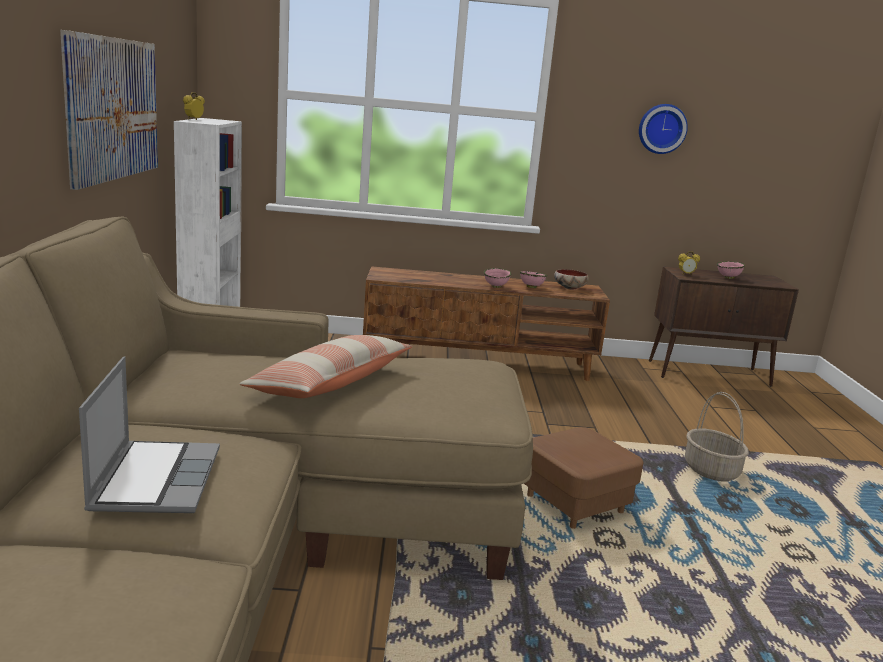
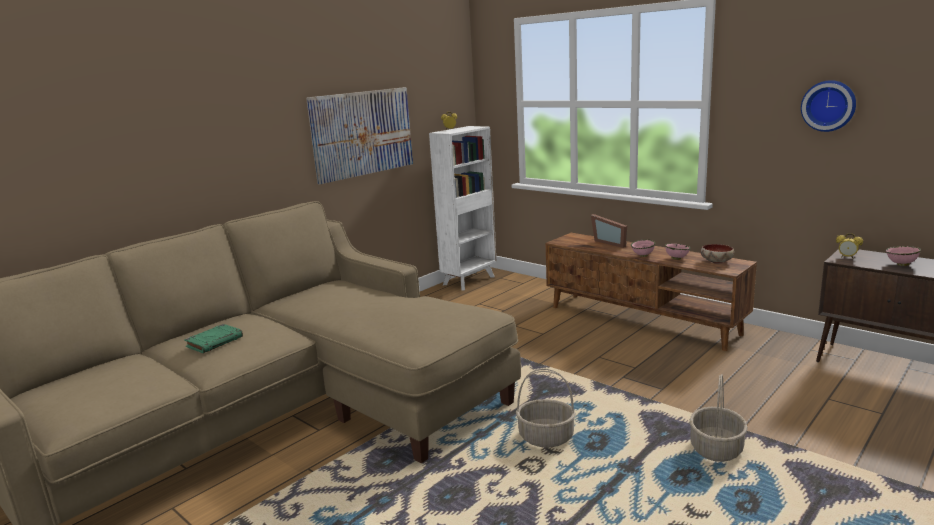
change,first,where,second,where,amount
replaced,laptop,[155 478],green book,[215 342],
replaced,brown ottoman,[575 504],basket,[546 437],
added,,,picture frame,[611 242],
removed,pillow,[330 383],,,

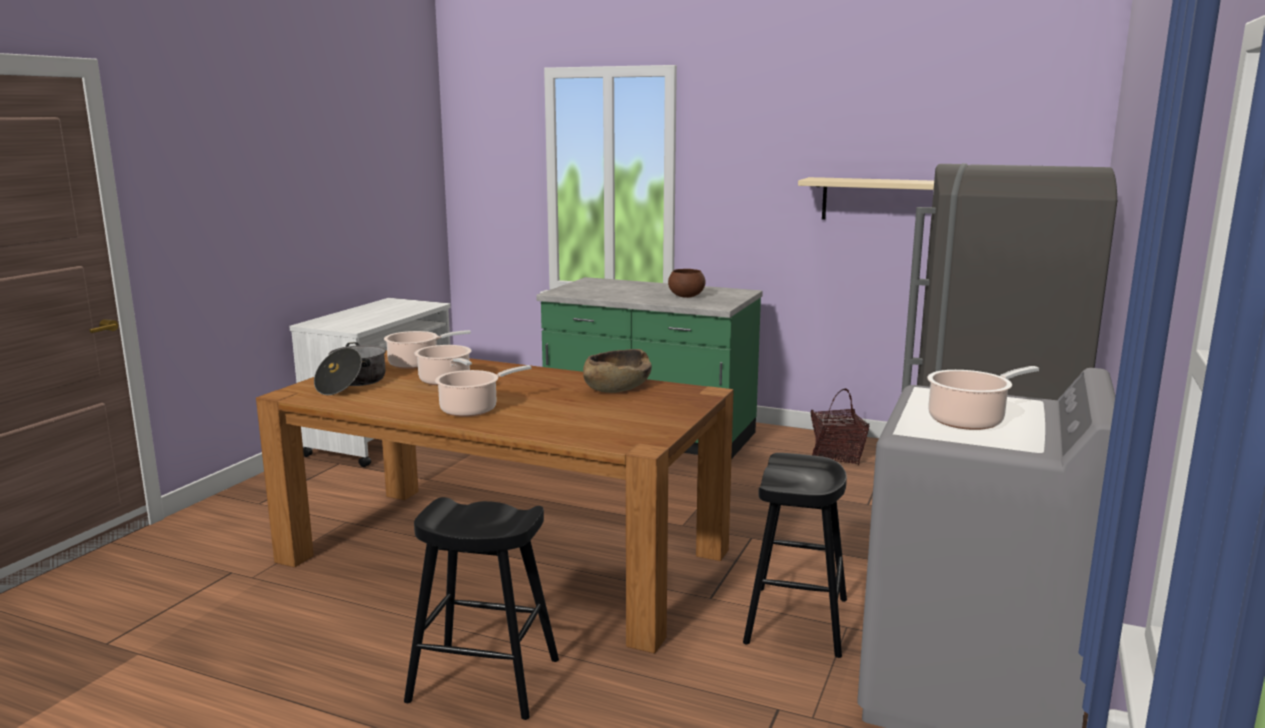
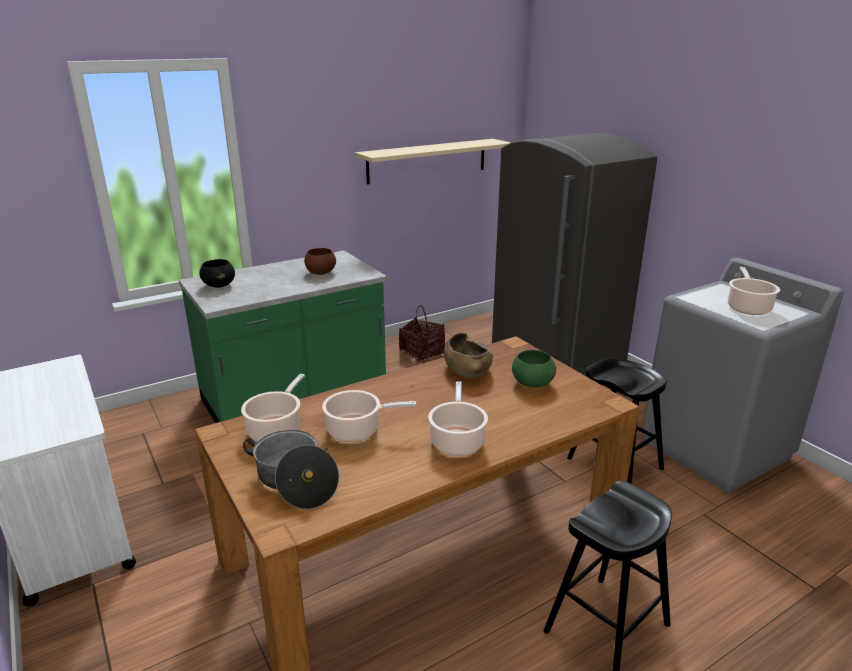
change,first,where,second,where,amount
added,,,black bowl,[219 285],
added,,,green bowl,[532 383],

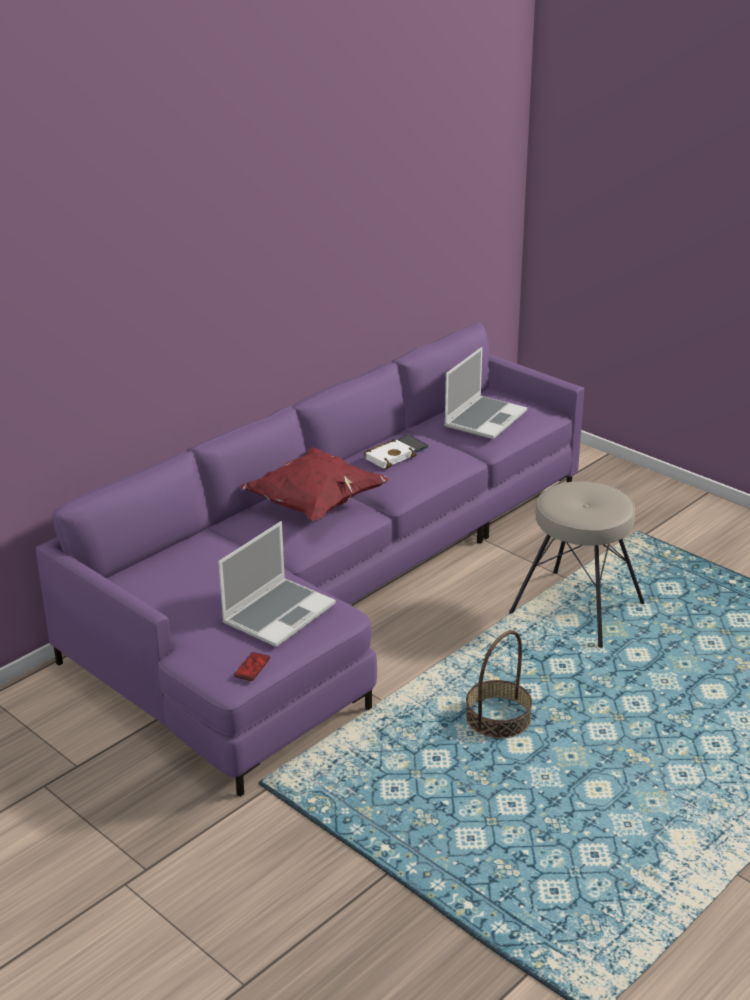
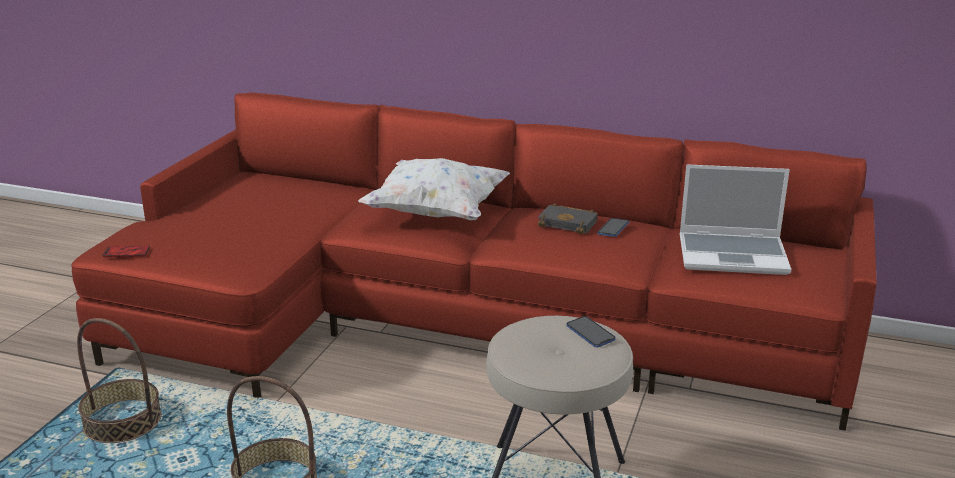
change,first,where,second,where,amount
recoloured,purple sofa,[332 590],red sofa,[457 326],
added,,,basket,[123 421],
recoloured,red pillow,[315 505],white pillow,[436 213],
recoloured,white book,[389 457],black book,[569 223],
added,,,phone,[590 333],
removed,laptop,[279 613],,,

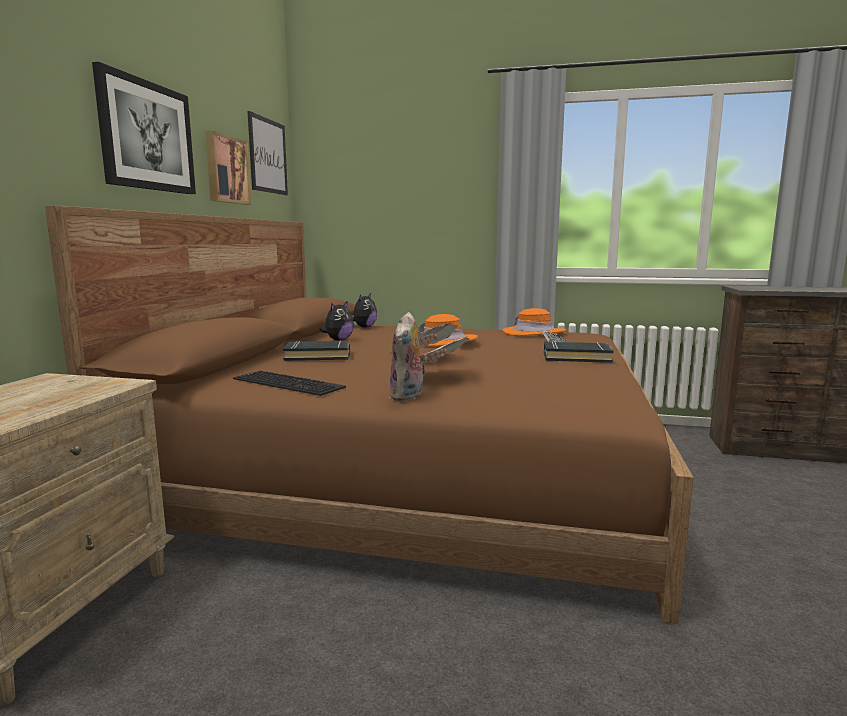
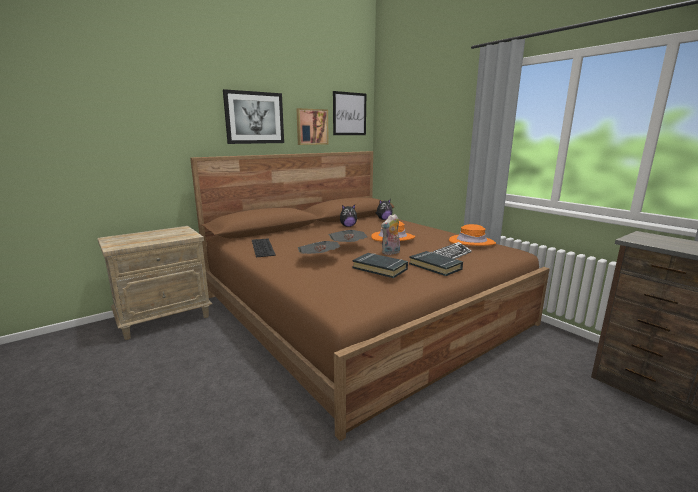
change,first,where,second,where,amount
moved,black book,[318 356],,[380 268],
moved,plush toy,[408 396],,[391 253],

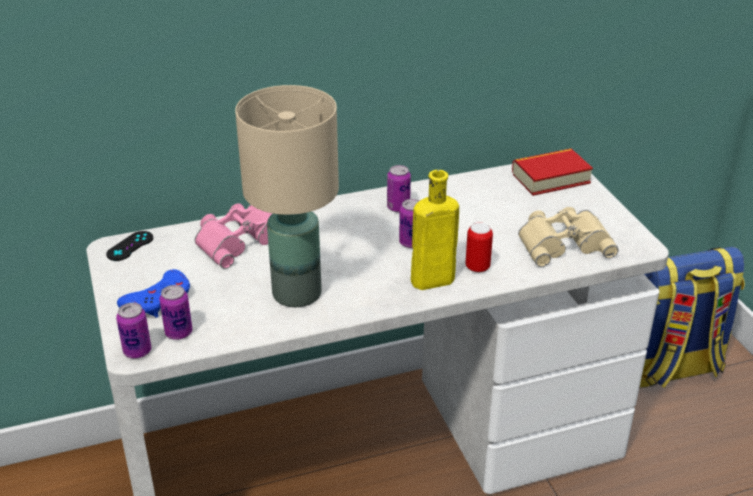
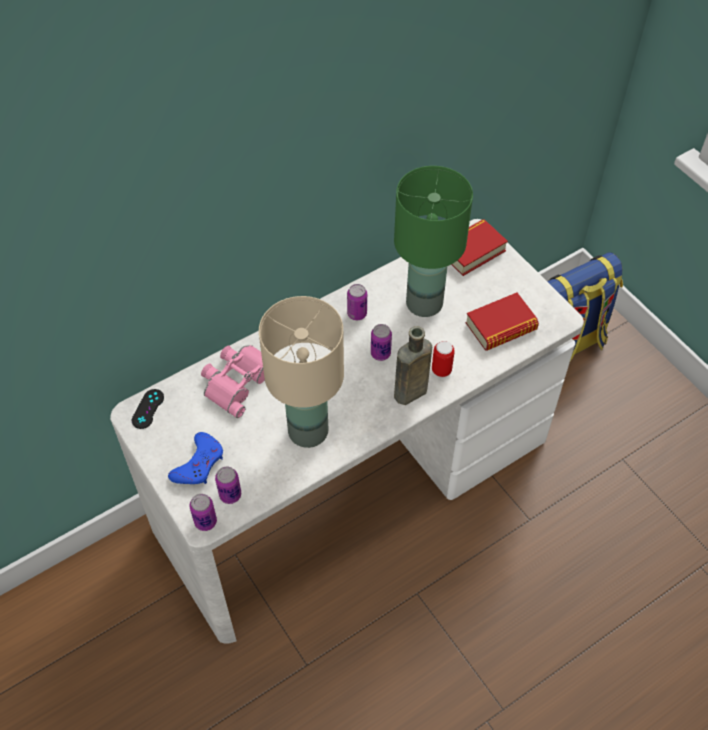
change,first,where,second,where,amount
added,,,green table lamp,[425 302],
recoloured,yellow bottle,[429 281],brown bottle,[408 394],
replaced,beige binoculars,[563 242],book,[501 326],

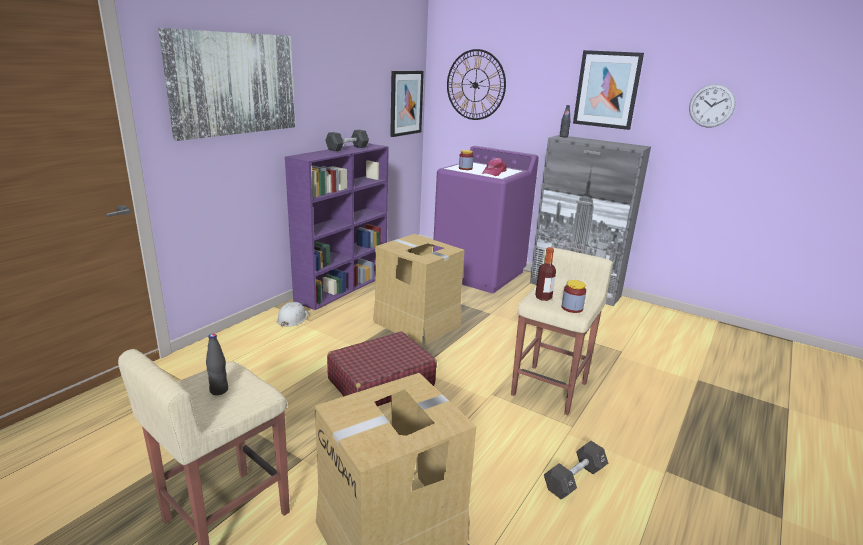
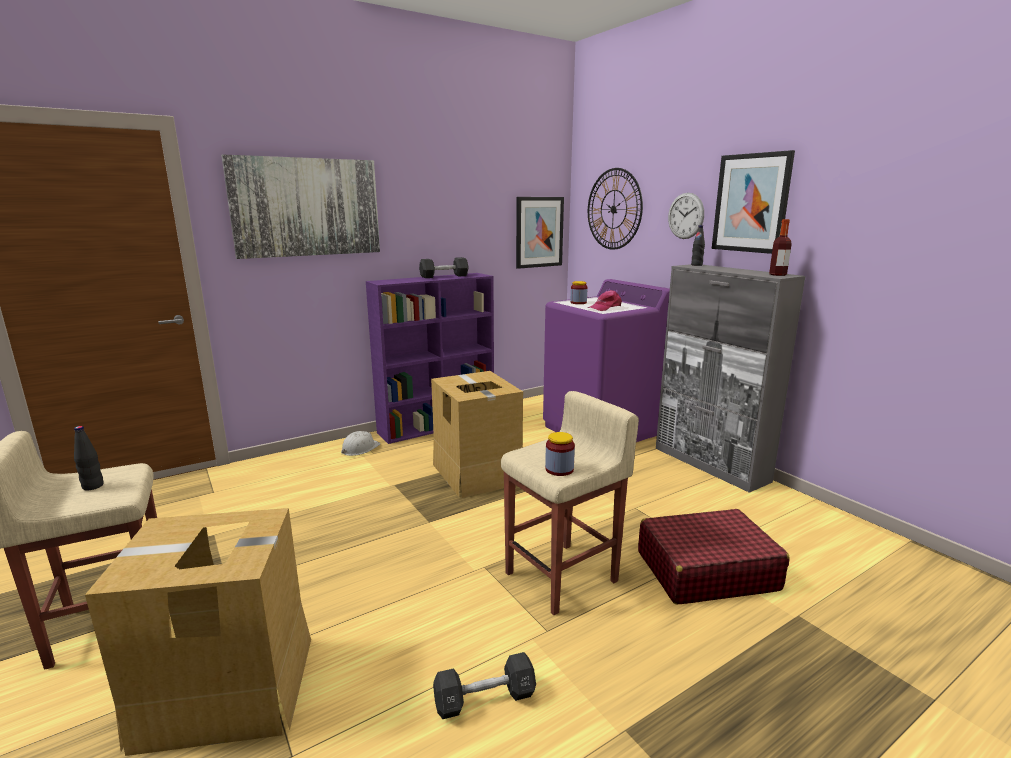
change,first,where,second,where,amount
moved,red suitcase,[380 382],,[705 570],
moved,wall clock,[711 106],,[685 216],
moved,bottle,[543 297],,[777 275],

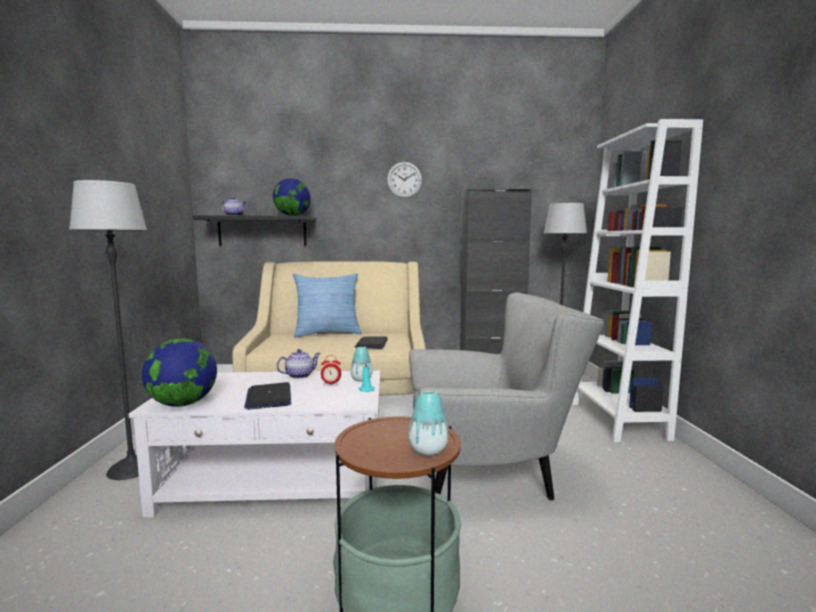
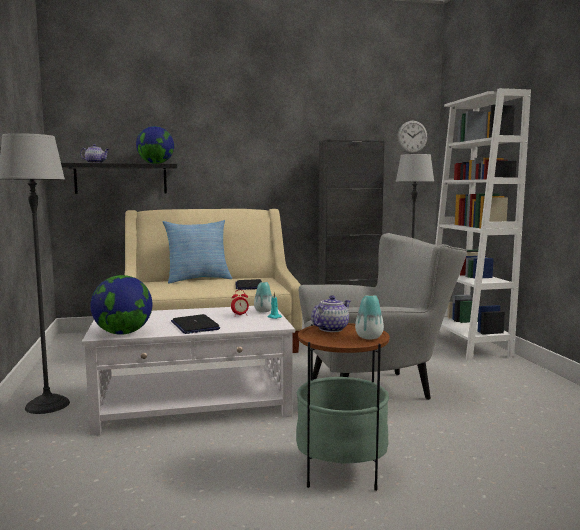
change,first,where,second,where,amount
moved,teapot,[300 375],,[331 329],
moved,wall clock,[404 180],,[412 137],

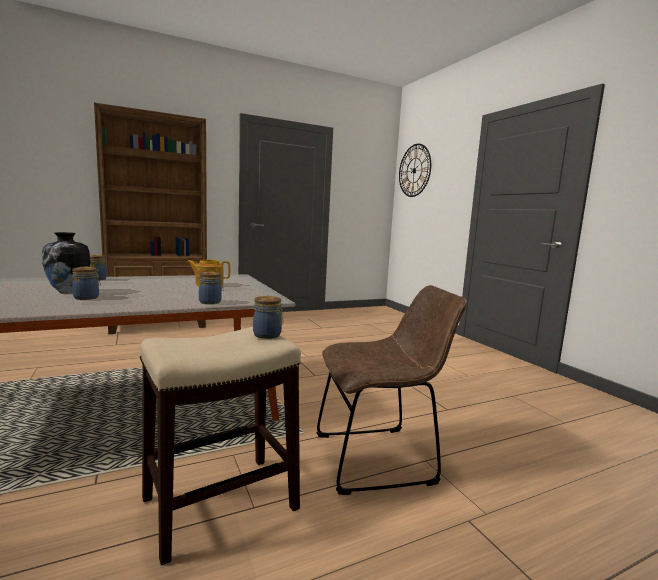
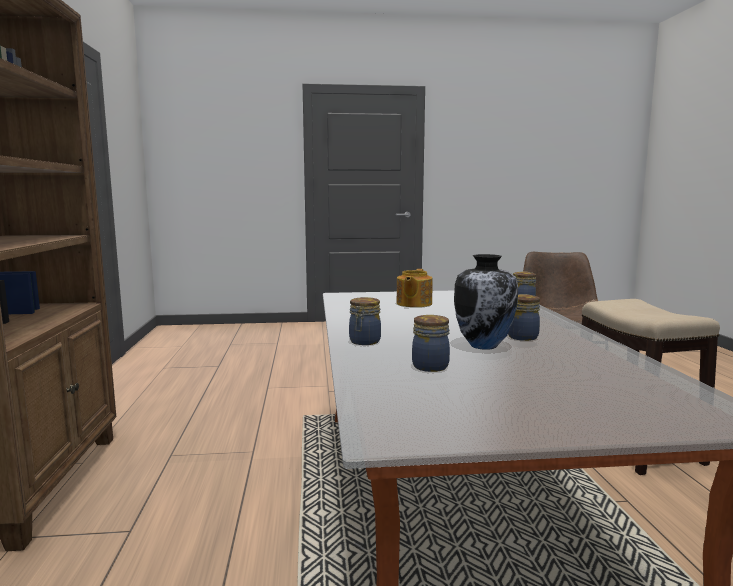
change,first,where,second,where,amount
moved,jar,[268 335],,[431 366],
removed,wall clock,[414 170],,,

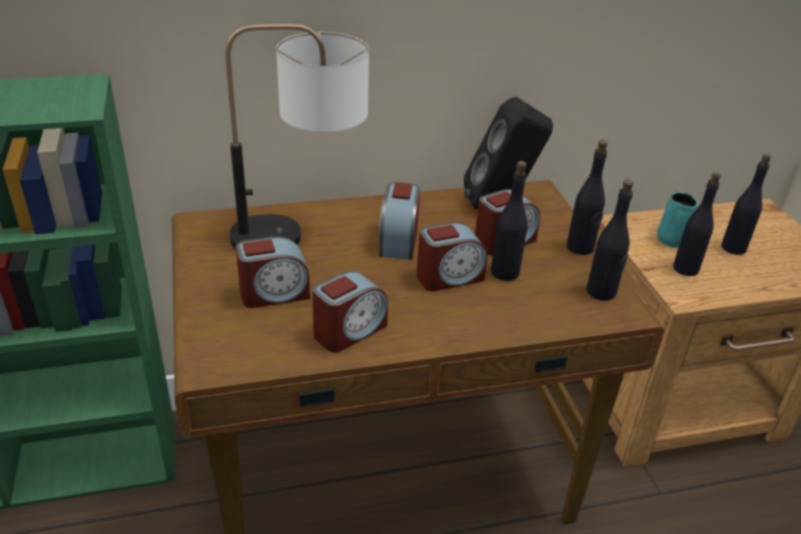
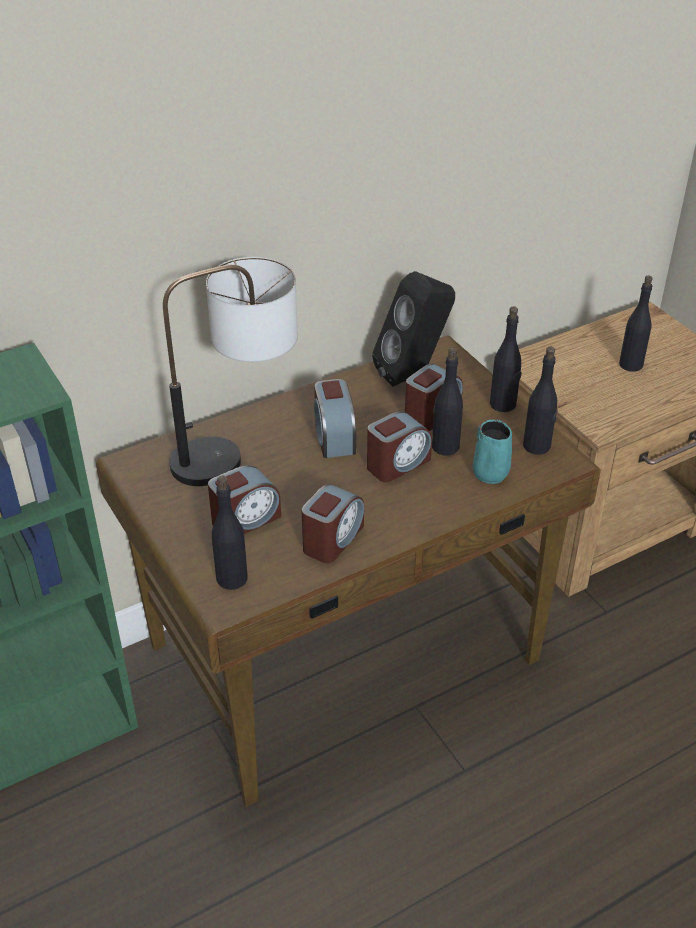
change,first,where,second,where,amount
moved,black bottle,[685 268],,[232 578],
moved,turquoise mug,[671 238],,[489 471],

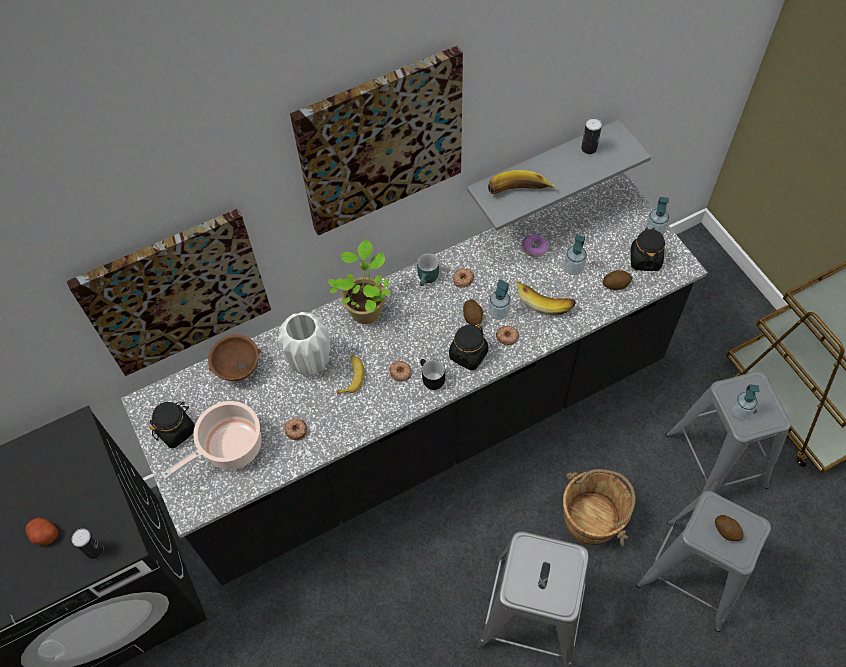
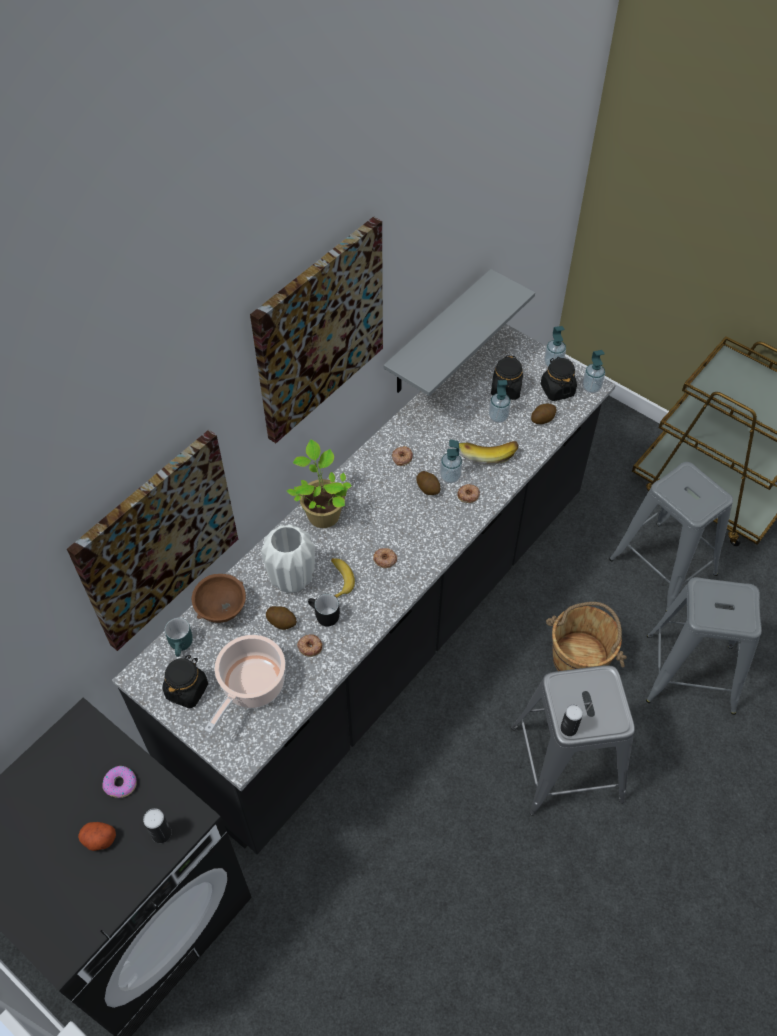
change,first,where,second,where,amount
moved,donut,[534 248],,[120 784],
moved,turquoise mug,[428 278],,[182 645],
moved,potato,[727 531],,[282 622],
moved,black mug,[430 379],,[323 617],
moved,black jar,[468 355],,[506 390],
moved,can,[589 148],,[568 728],
moved,soap dispenser,[740 412],,[591 387],
removed,banana,[519 193],,,

